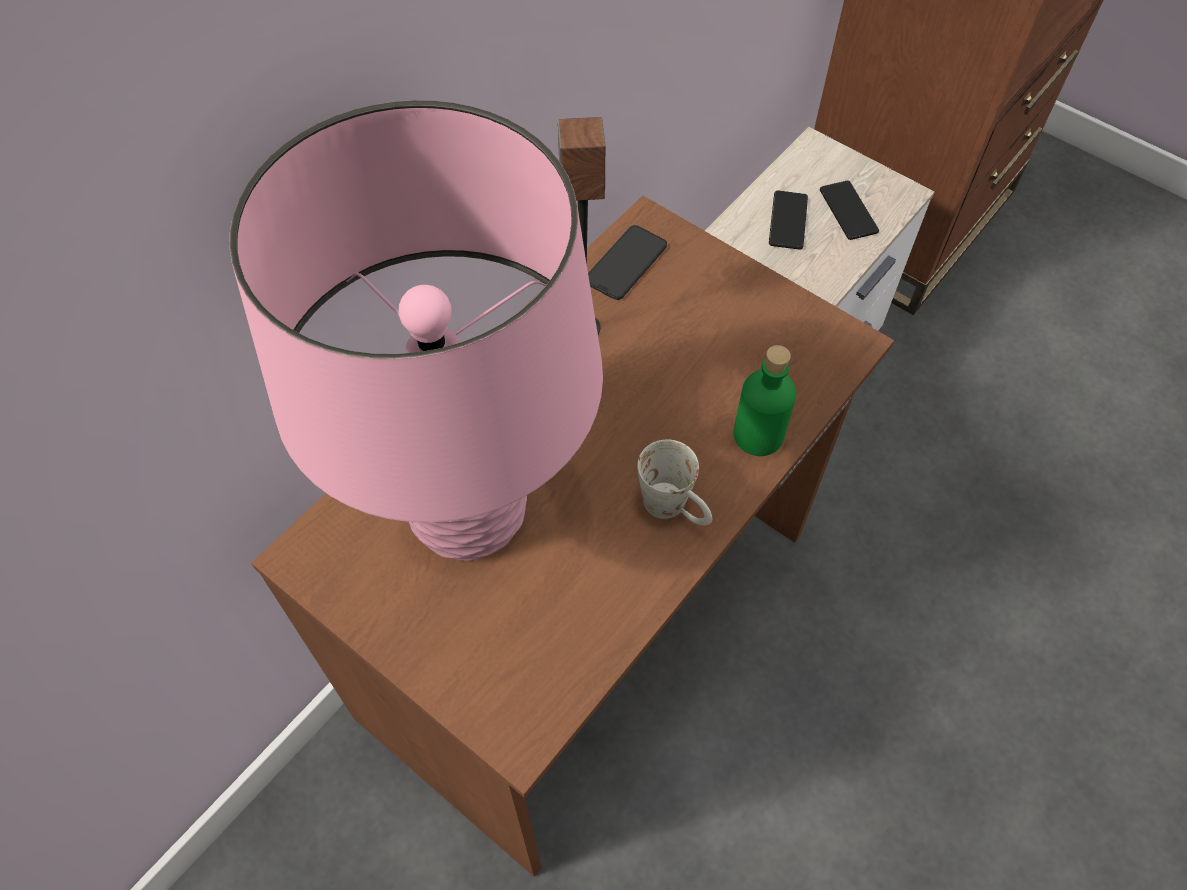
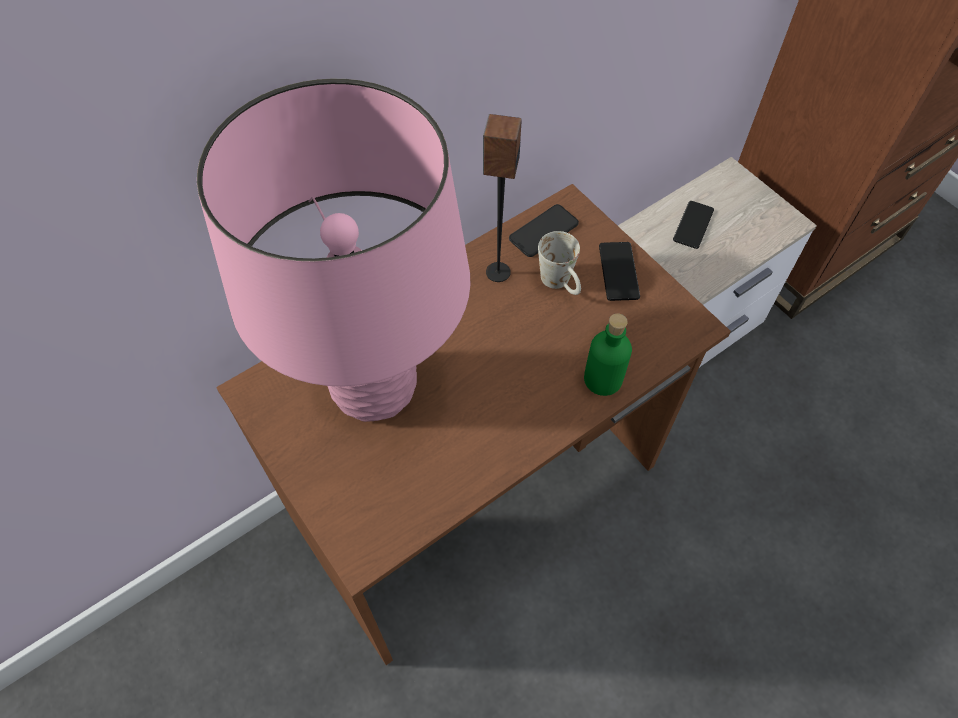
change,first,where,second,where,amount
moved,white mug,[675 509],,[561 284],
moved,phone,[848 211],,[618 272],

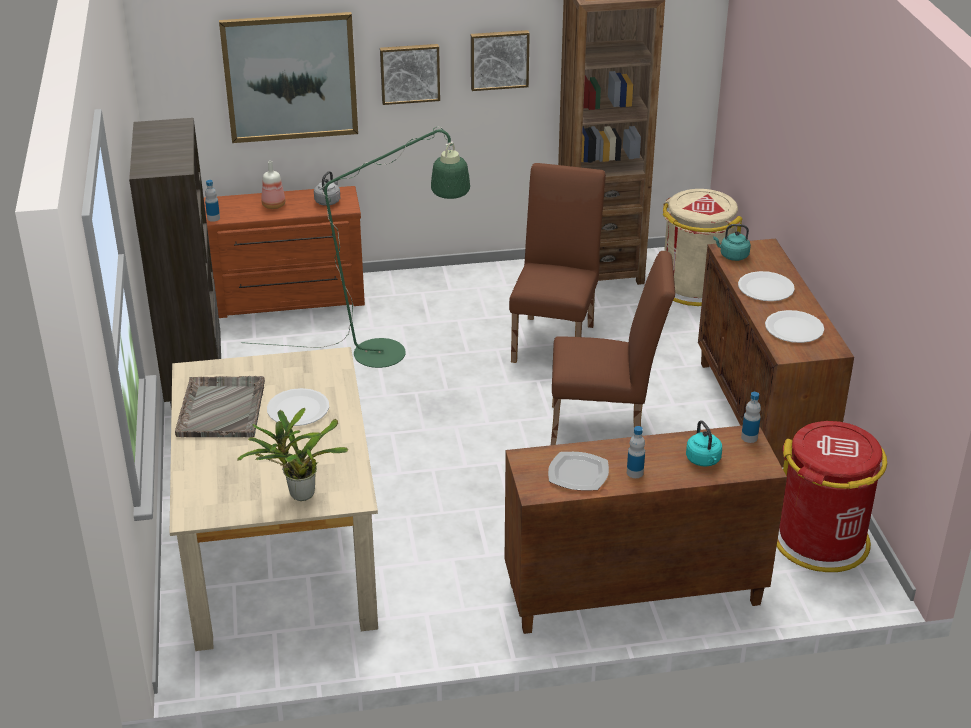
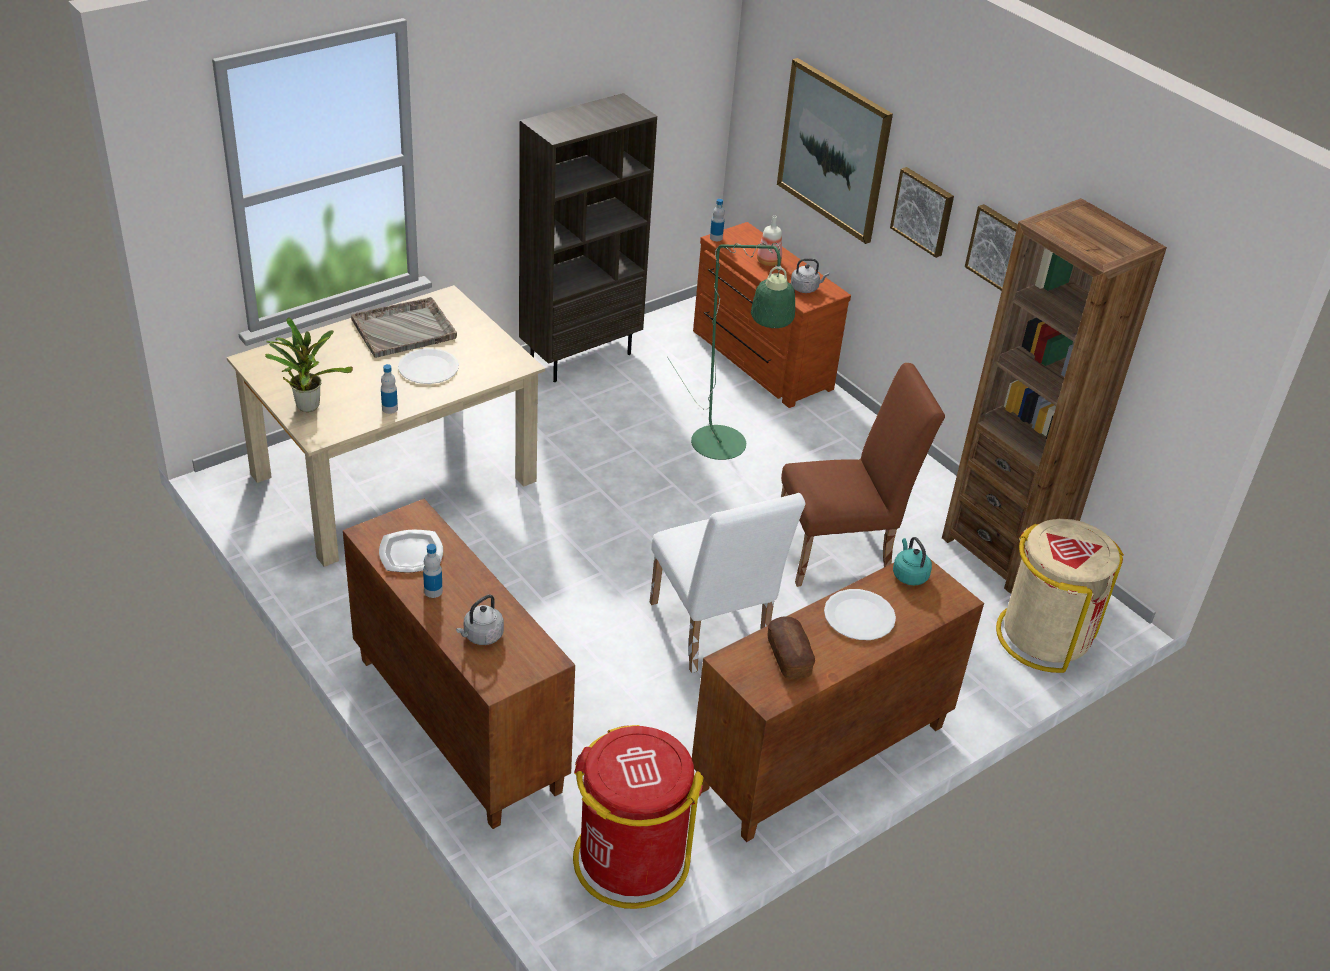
change,first,where,second,where,amount
moved,bottle,[749 437],,[390 409],
recoloured,turquoise kettle,[704 460],grey kettle,[481 636],
recoloured,brown chair,[606 428],white chair,[711 634],
replaced,white plate,[794 328],bread,[788 657],

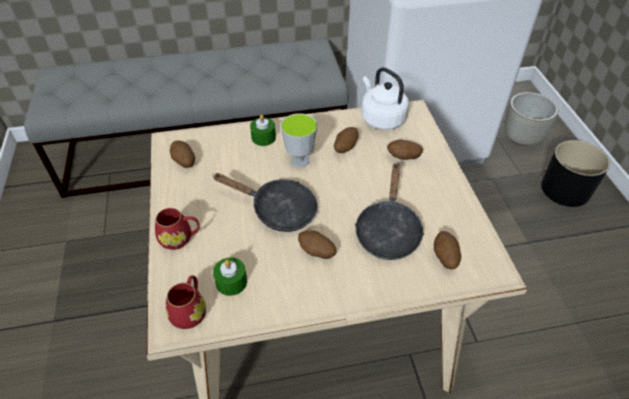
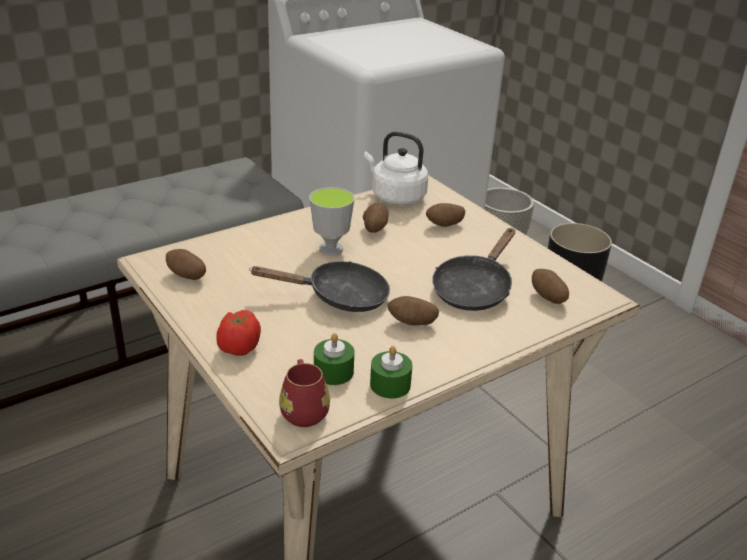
change,first,where,second,where,amount
replaced,red mug,[180 239],tomato,[238 348],
moved,green candle,[263 137],,[390 385],
turned,black frying pan,[388 231],,[474 289],45 degrees clockwise

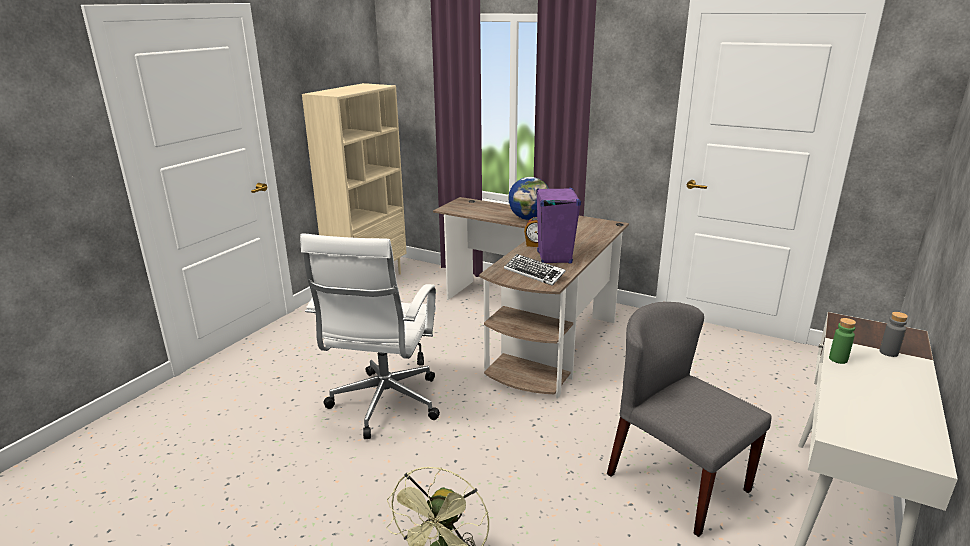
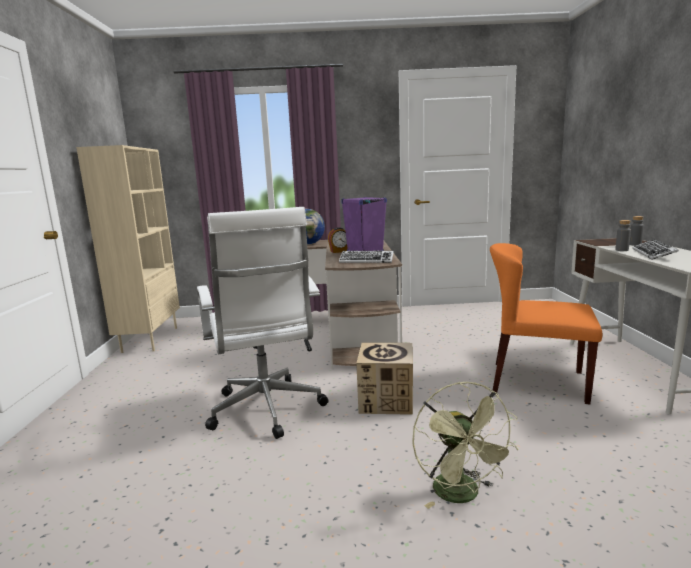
change,first,where,second,where,amount
added,,,cardboard box,[386 400],
recoloured,grey chair,[676 481],orange chair,[537 382],
recoloured,green bottle,[838 359],grey bottle,[621 250],
added,,,keyboard,[653 254],

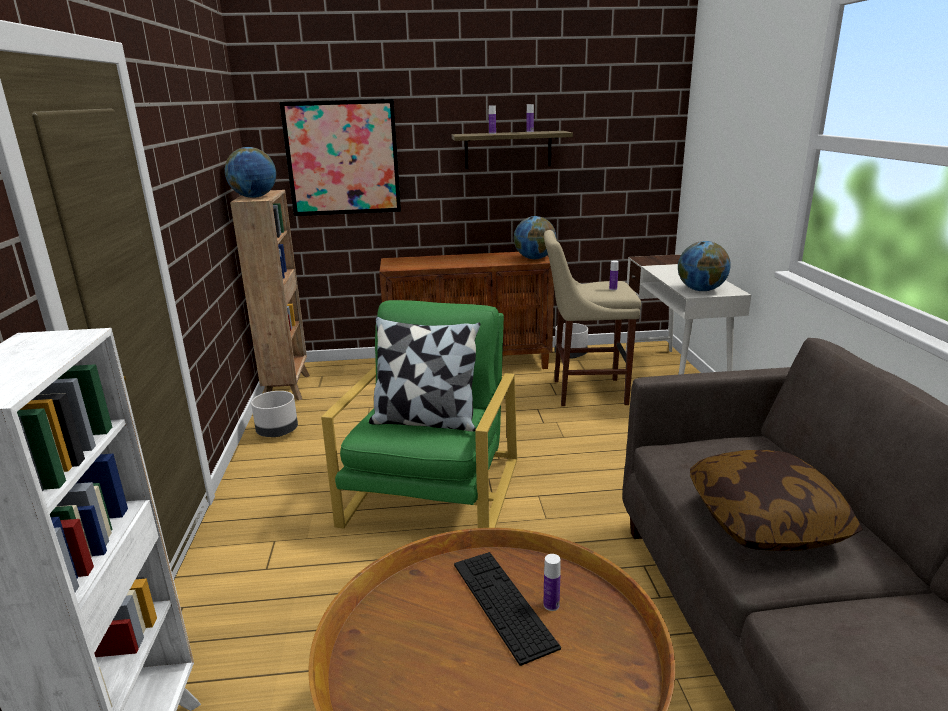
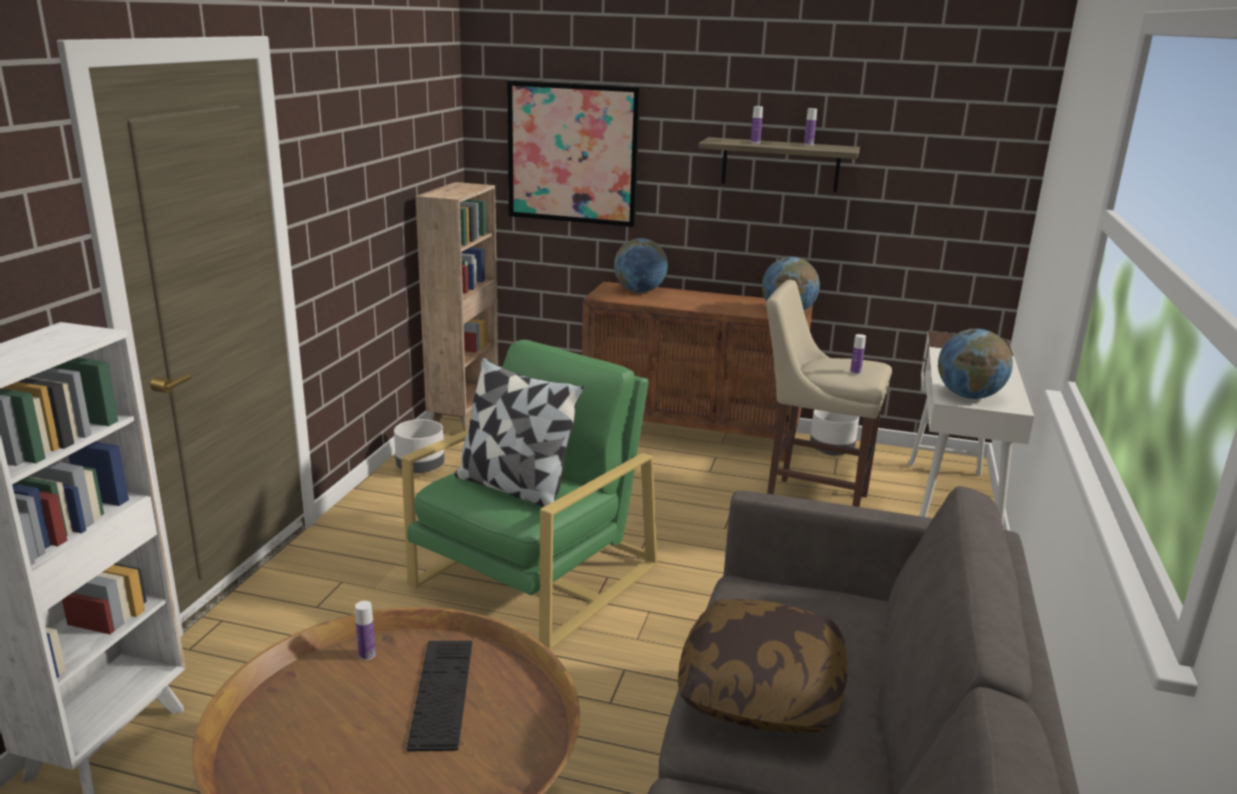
change,first,where,second,where,amount
moved,bottle,[551 605],,[367 655],
moved,globe,[254 197],,[639 291],

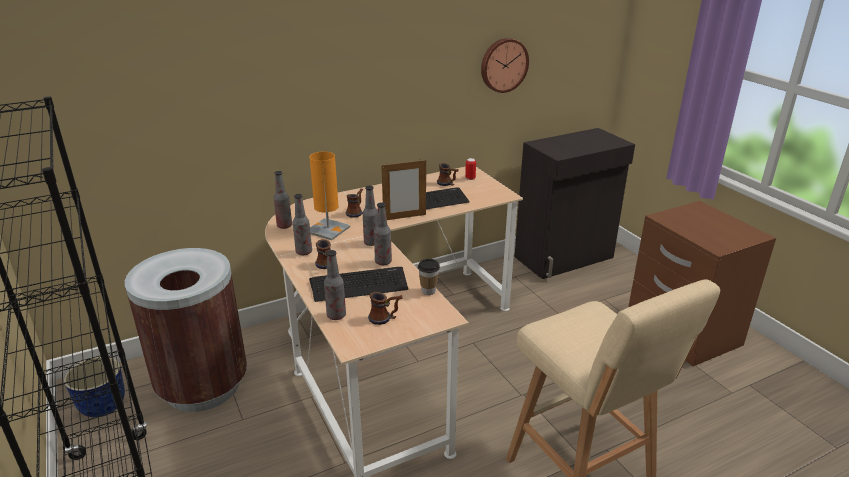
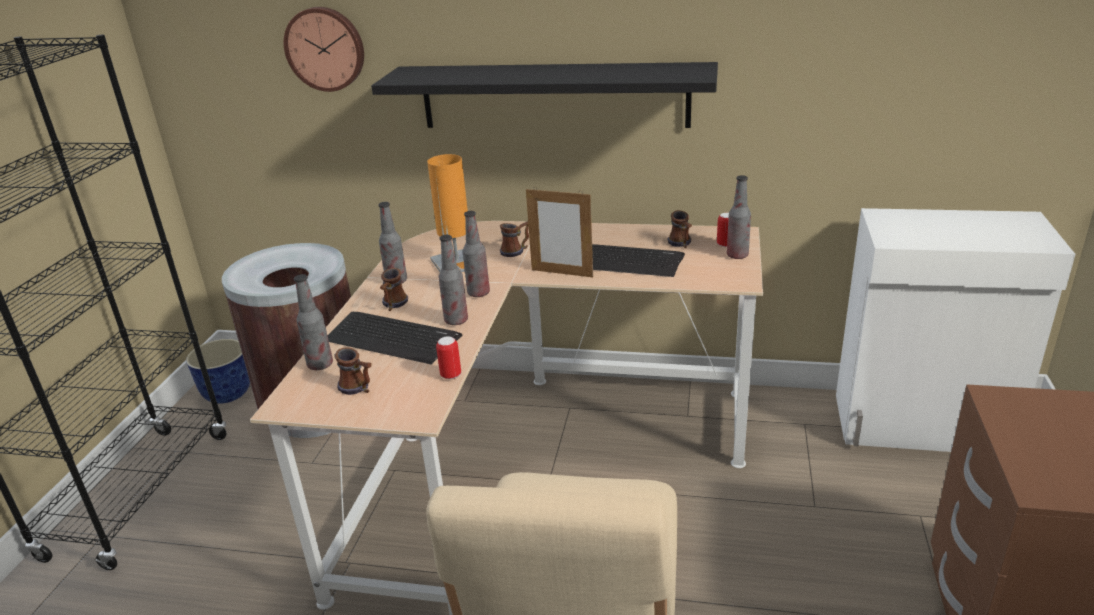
change,first,where,second,where,amount
moved,wall clock,[503 65],,[326 48],
added,,,black shelf,[553 96],
replaced,cup,[428 291],can,[451 375],
moved,bottle,[284 226],,[737 255],
recoloured,black cabinet,[565 258],white cabinet,[922 426],

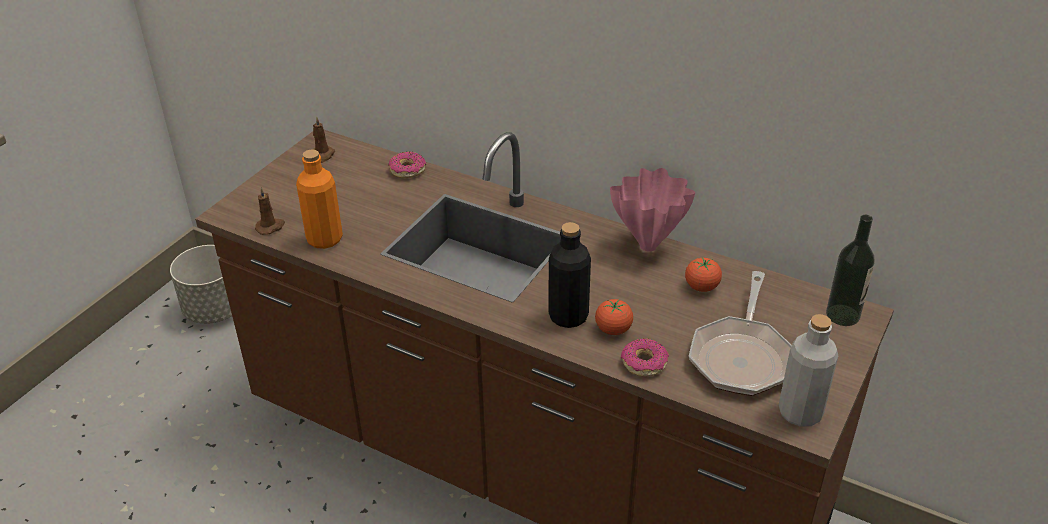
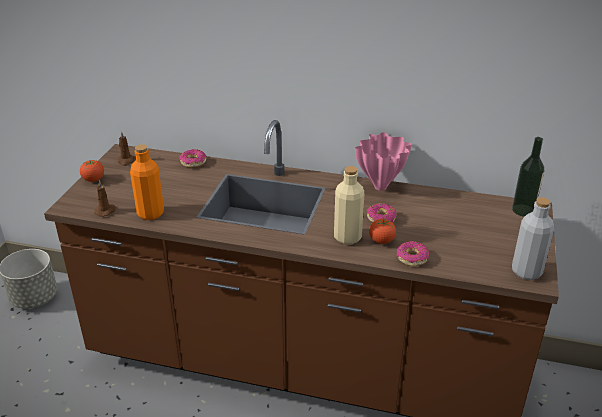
change,first,where,second,where,amount
moved,tomato,[701 287],,[93 180],
recoloured,black bottle,[568 316],beige bottle,[347 237],
added,,,donut,[381 218],
removed,frying pan,[741 356],,,

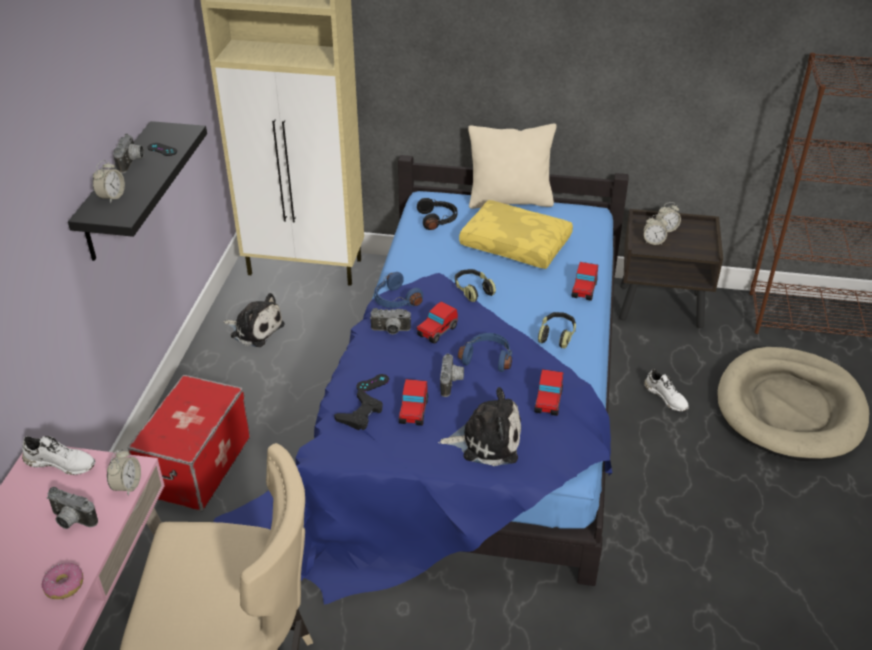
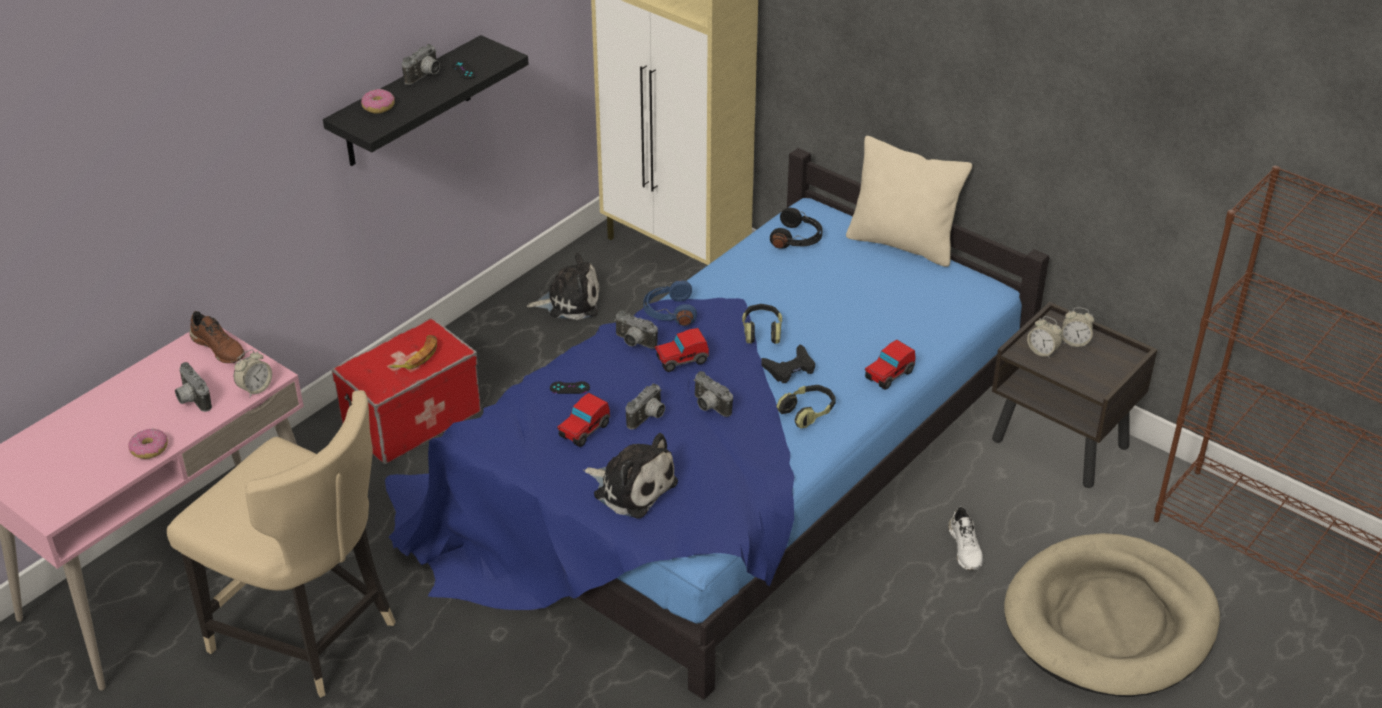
change,first,where,second,where,amount
recoloured,white shoe,[61 463],brown shoe,[219 348],
replaced,alarm clock,[112 197],donut,[378 106],
added,,,banana,[417 356],
turned,plush toy,[255 329],,[569 302],60 degrees counterclockwise
replaced,blue headphones,[487 358],photo camera,[708 407],
moved,black game controller,[360 414],,[790 369],
removed,yellow pillow,[517 244],,,
removed,toy car,[548 402],,,

